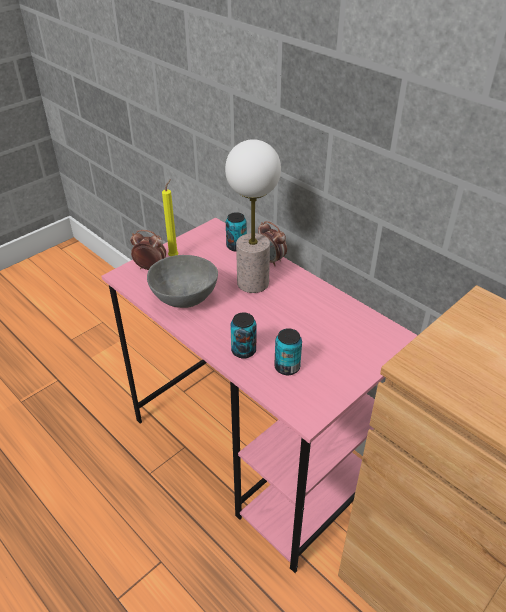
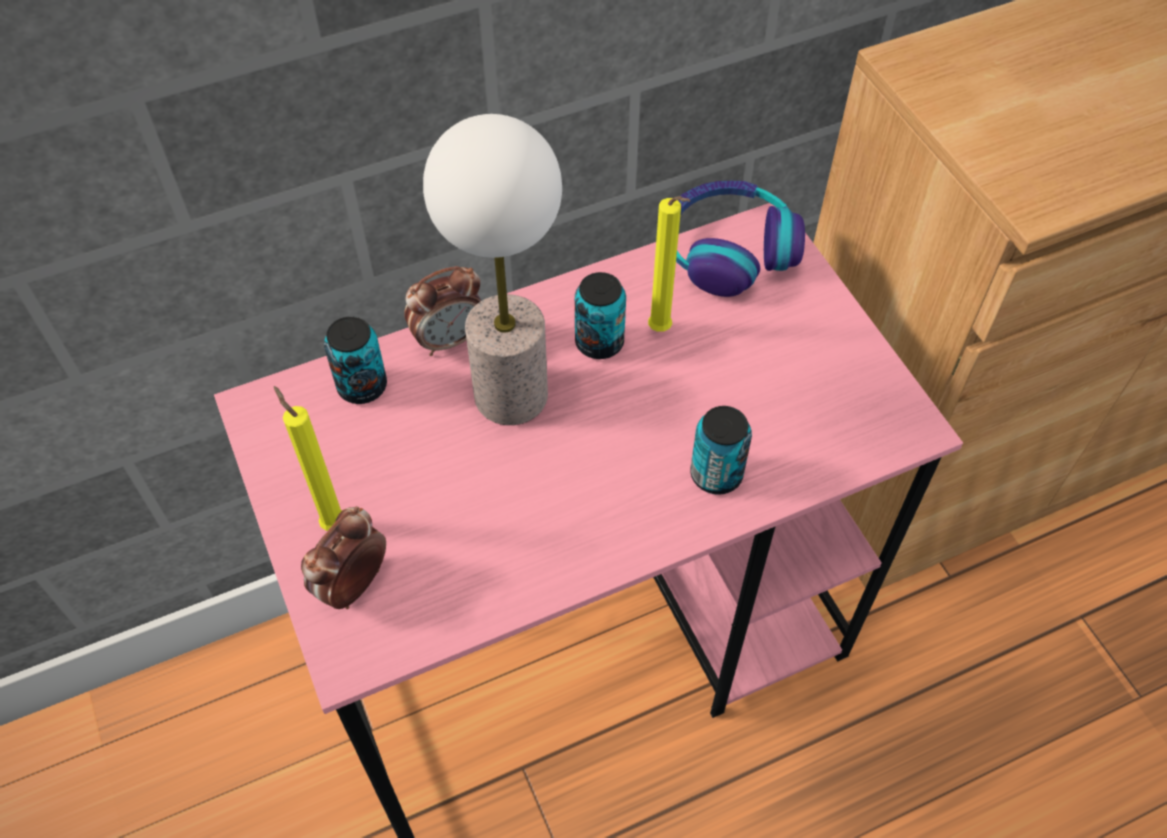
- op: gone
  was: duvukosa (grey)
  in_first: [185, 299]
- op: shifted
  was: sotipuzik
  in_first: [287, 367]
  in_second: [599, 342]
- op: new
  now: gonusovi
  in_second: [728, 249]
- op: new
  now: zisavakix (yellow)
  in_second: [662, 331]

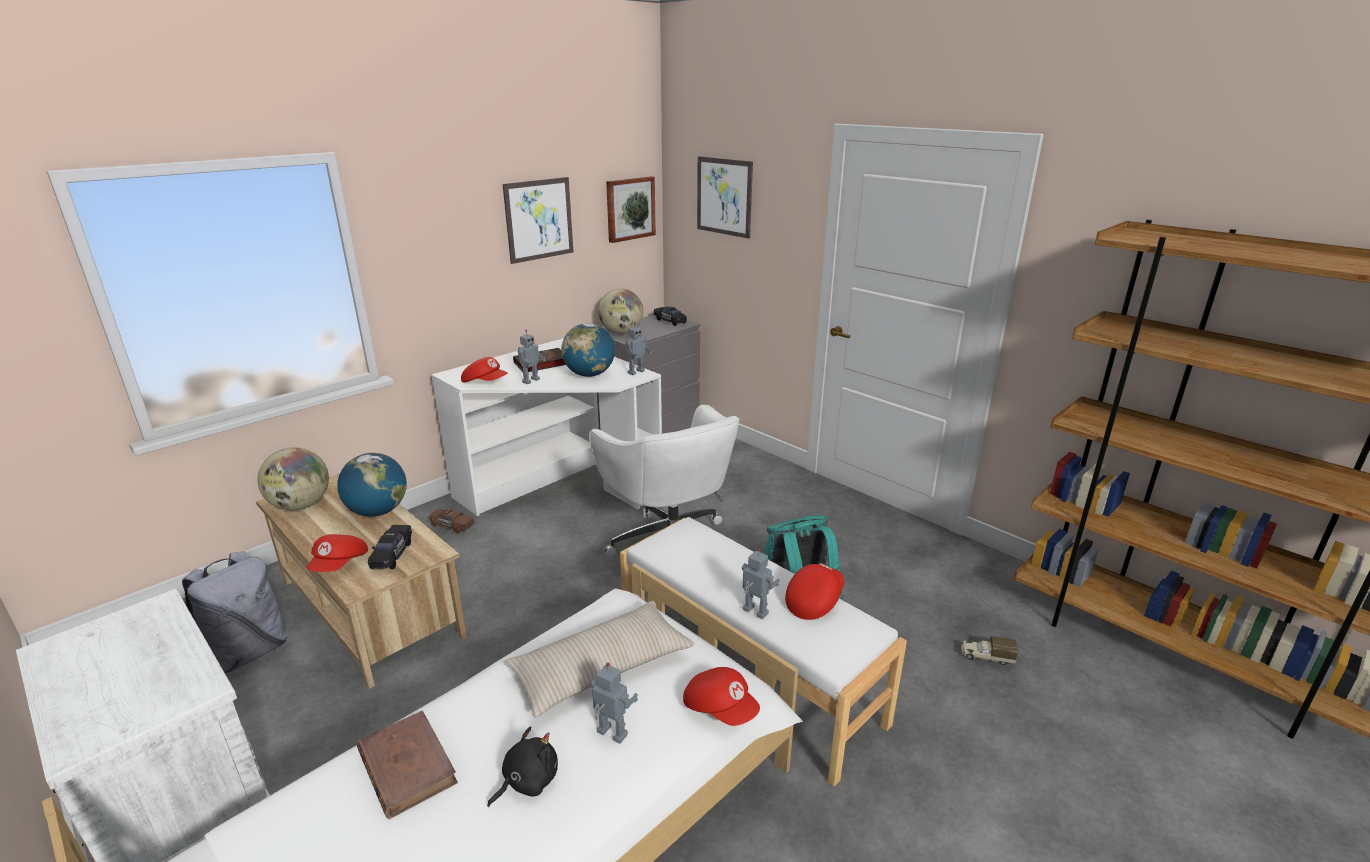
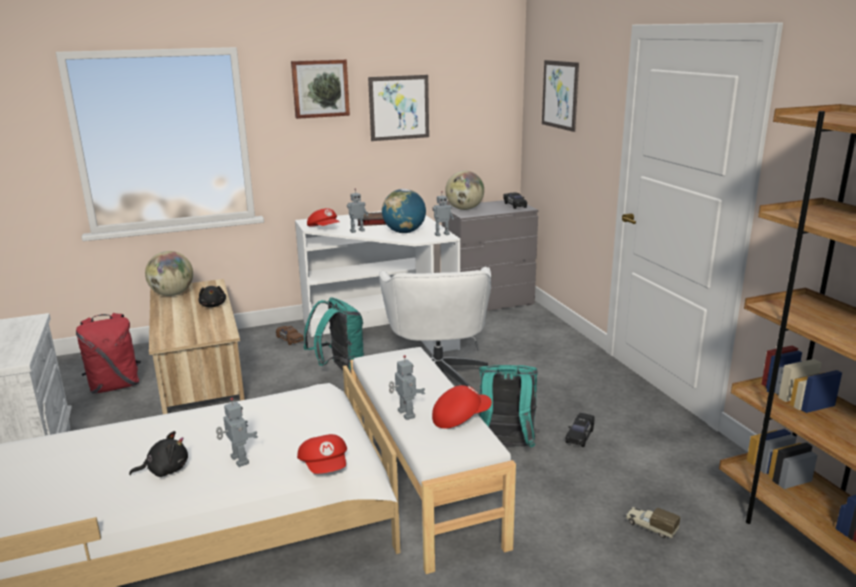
- op: shifted
  was: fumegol
  in_first: [630, 208]
  in_second: [320, 88]
- op: swapped
  was: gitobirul
  now: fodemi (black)
  in_first: [378, 511]
  in_second: [213, 305]
- op: shifted
  was: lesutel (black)
  in_first: [392, 555]
  in_second: [580, 436]
- op: gone
  was: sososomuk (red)
  in_first: [340, 565]
- op: repainted
  was: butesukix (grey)
  now: butesukix (red)
  in_first: [249, 651]
  in_second: [115, 386]
- op: gone
  was: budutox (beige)
  in_first: [601, 668]
- op: gone
  was: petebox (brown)
  in_first: [407, 766]
- op: new
  now: butesukix (turquoise)
  in_second: [339, 368]

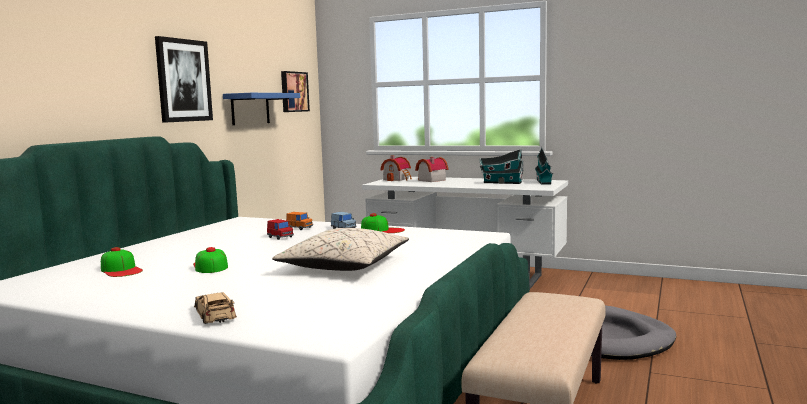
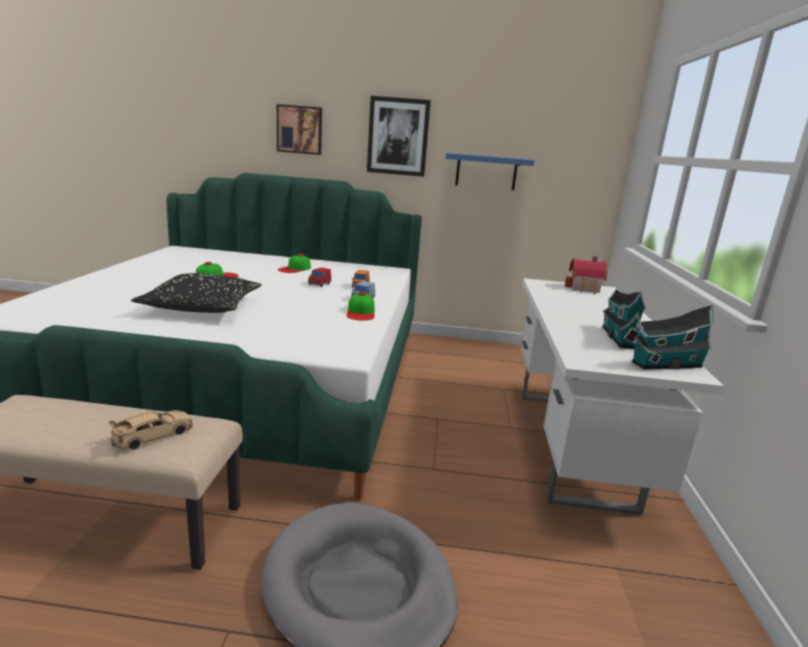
- op: shifted
  was: fumegol
  in_first: [293, 92]
  in_second: [300, 129]
- op: gone
  was: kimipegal
  in_first: [430, 180]
- op: repainted
  was: budutox (beige)
  now: budutox (black)
  in_first: [344, 266]
  in_second: [202, 307]
- op: shifted
  was: sososomuk
  in_first: [121, 270]
  in_second: [295, 269]
- op: shifted
  was: lesutel (beige)
  in_first: [215, 314]
  in_second: [153, 435]

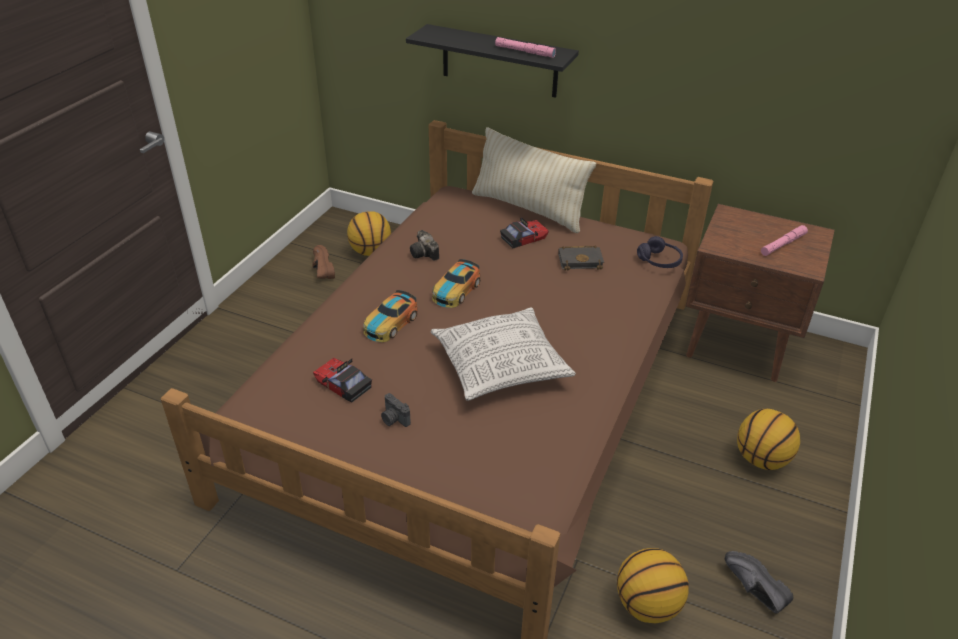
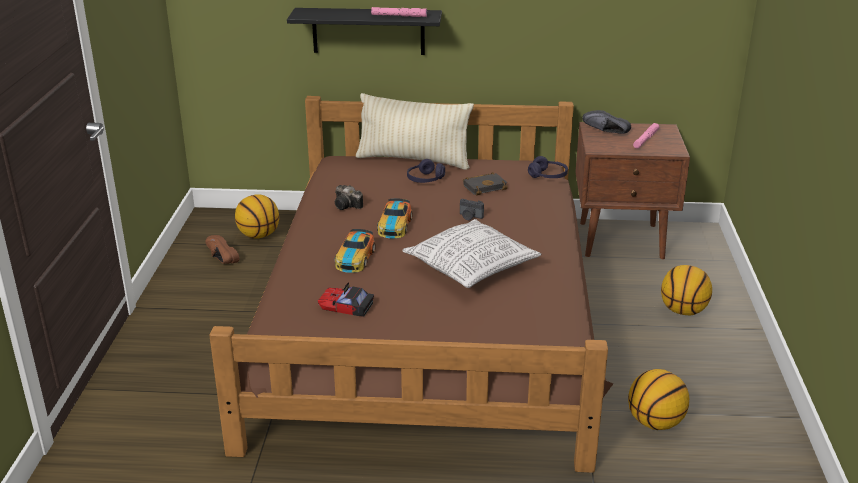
- op: swapped
  was: lesutel
  now: gonusovi (purple)
  in_first: [523, 237]
  in_second: [425, 179]
- op: shifted
  was: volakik
  in_first: [394, 419]
  in_second: [470, 217]
- op: shifted
  was: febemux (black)
  in_first: [752, 591]
  in_second: [605, 132]

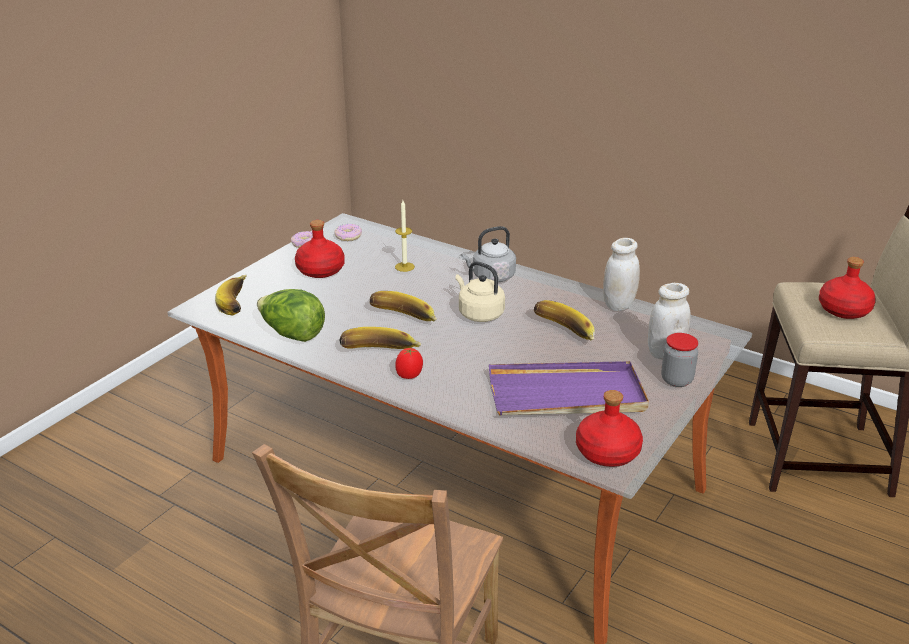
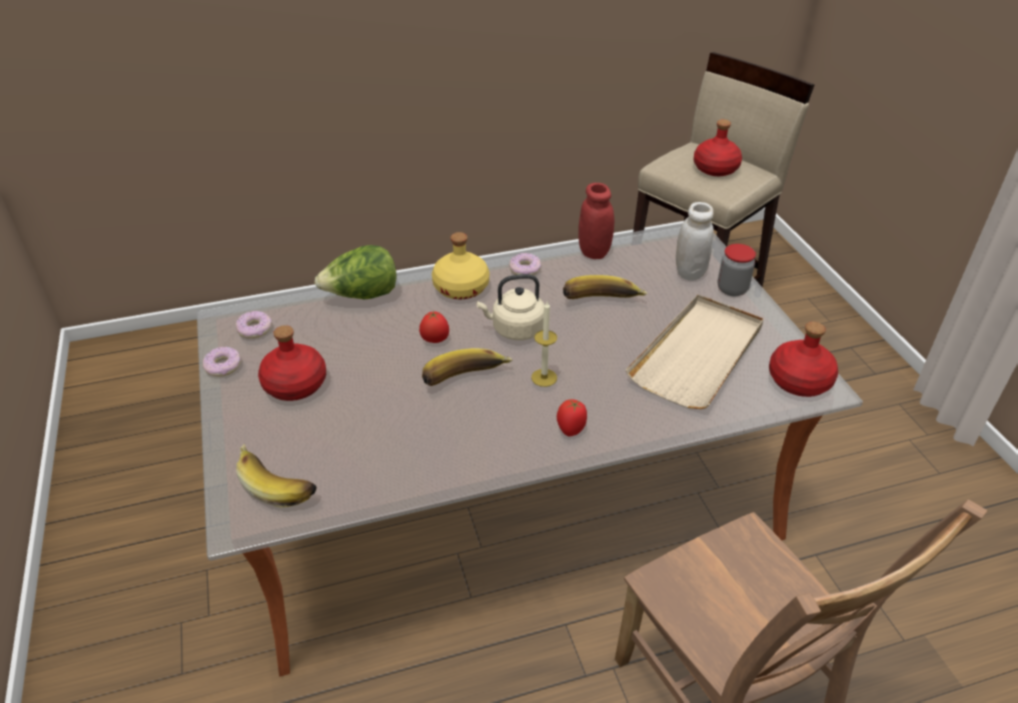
- op: shifted
  was: zisavakix
  in_first: [404, 267]
  in_second: [544, 377]
- op: swapped
  was: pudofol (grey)
  now: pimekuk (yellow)
  in_first: [491, 277]
  in_second: [461, 288]
- op: repainted
  was: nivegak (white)
  now: nivegak (red)
  in_first: [619, 305]
  in_second: [594, 252]
- op: shifted
  was: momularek
  in_first: [292, 334]
  in_second: [362, 296]
- op: gone
  was: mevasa
  in_first: [379, 353]
- op: repainted
  was: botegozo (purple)
  now: botegozo (beige)
  in_first: [567, 395]
  in_second: [698, 354]
- op: new
  now: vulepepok
  in_second: [525, 269]
- op: new
  now: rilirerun
  in_second: [435, 340]

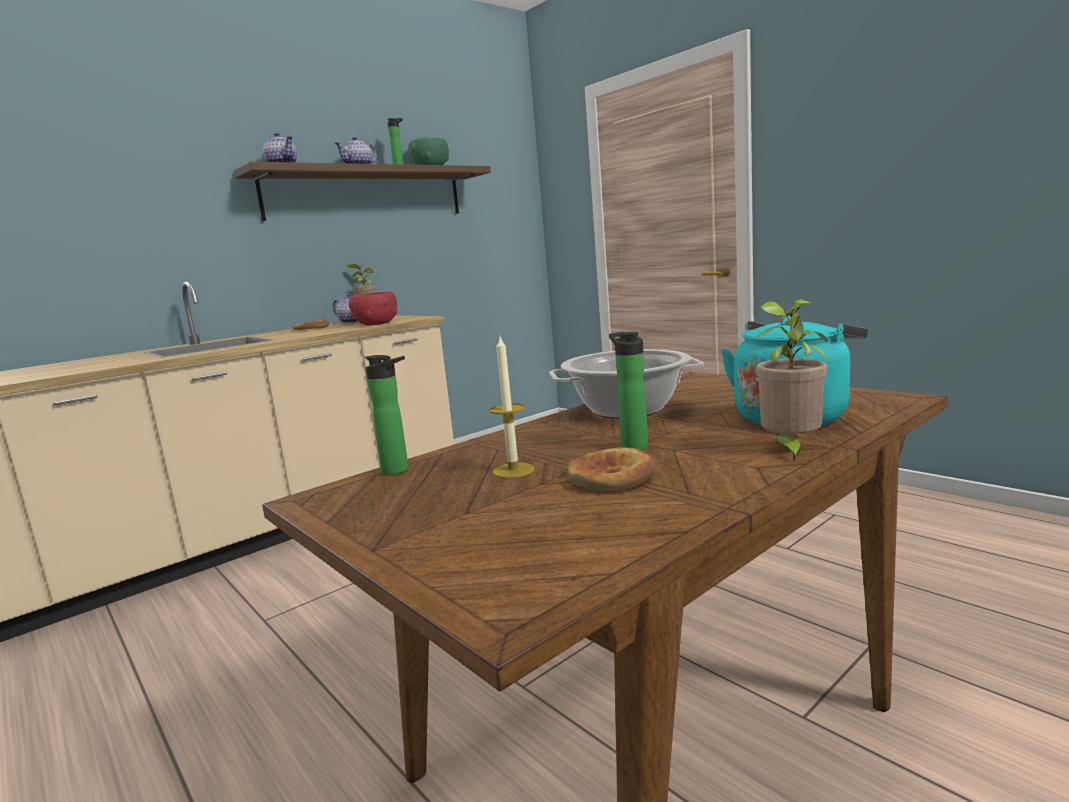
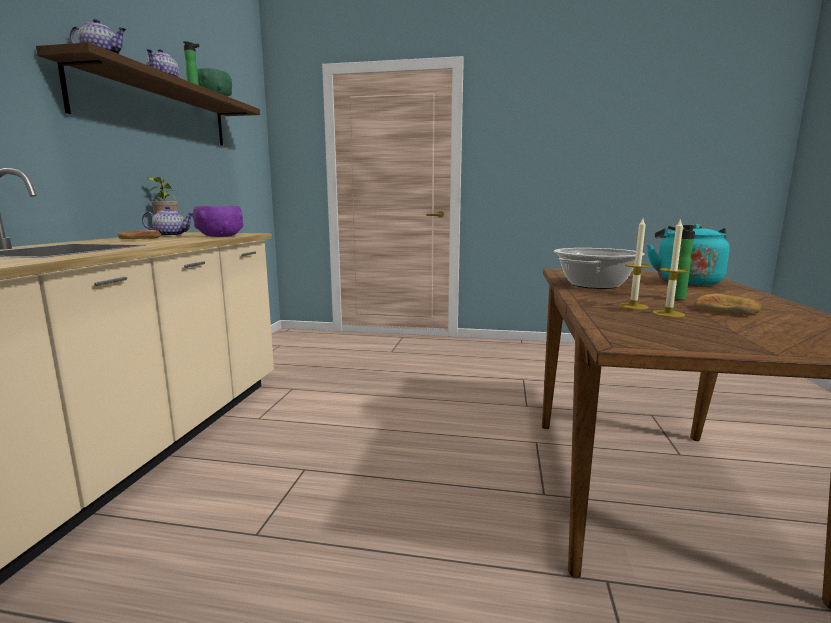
- op: repainted
  was: duvukosa (red)
  now: duvukosa (purple)
  in_first: [375, 324]
  in_second: [220, 236]
- op: gone
  was: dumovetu
  in_first: [790, 450]
- op: gone
  was: pimekuk
  in_first: [399, 470]
- op: new
  now: zisavakix
  in_second: [633, 306]

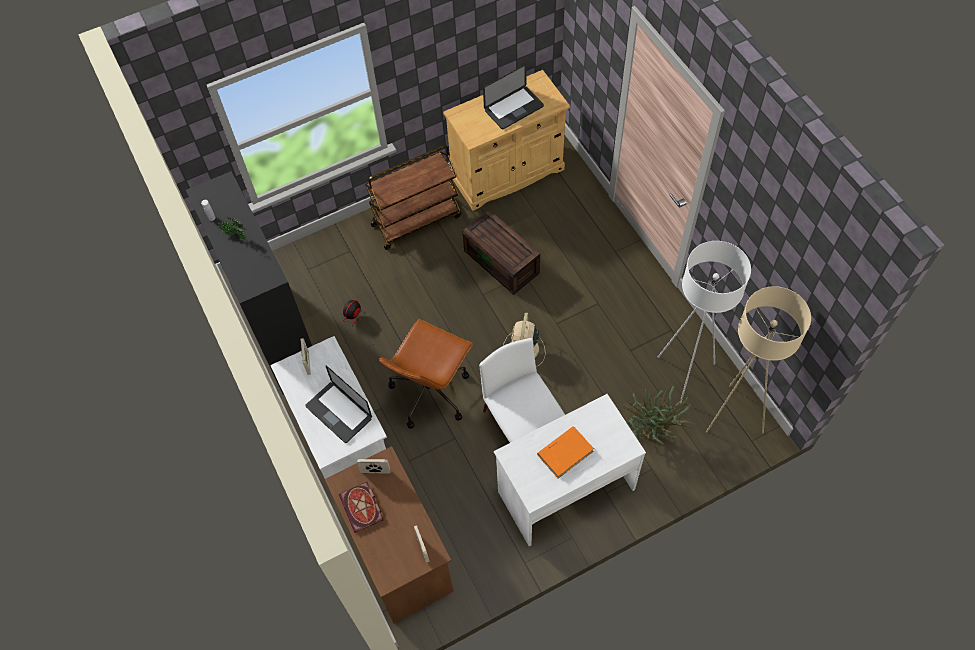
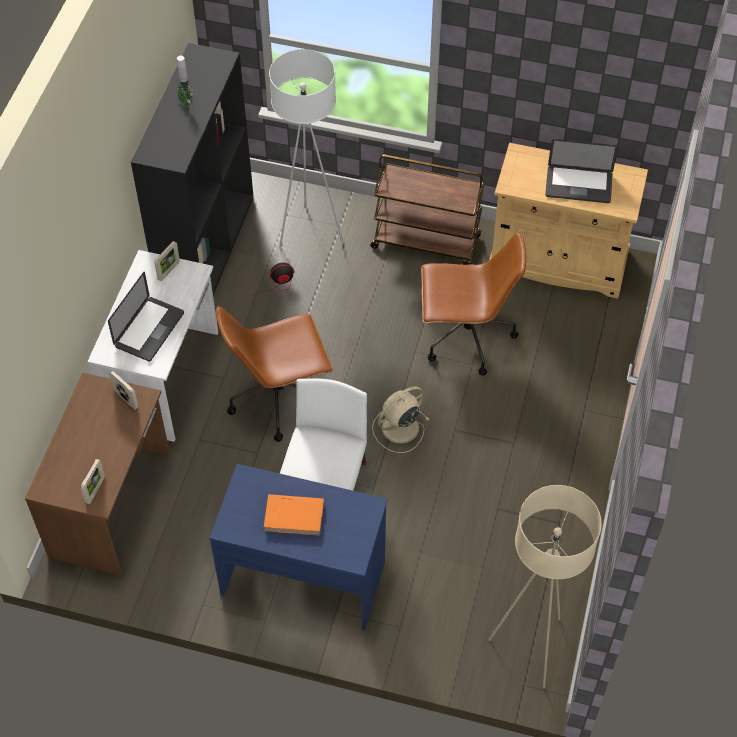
- op: swapped
  was: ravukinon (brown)
  now: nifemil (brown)
  in_first: [503, 262]
  in_second: [465, 337]
- op: shifted
  was: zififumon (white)
  in_first: [685, 374]
  in_second: [310, 233]
- op: rotated
  was: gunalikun
  in_first: [339, 412]
  in_second: [149, 330]
  clockwise: -150
- op: gone
  was: dumovetu
  in_first: [652, 435]
- op: repainted
  was: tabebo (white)
  now: tabebo (blue)
  in_first: [565, 489]
  in_second: [303, 576]
- op: gone
  was: petebox
  in_first: [362, 508]

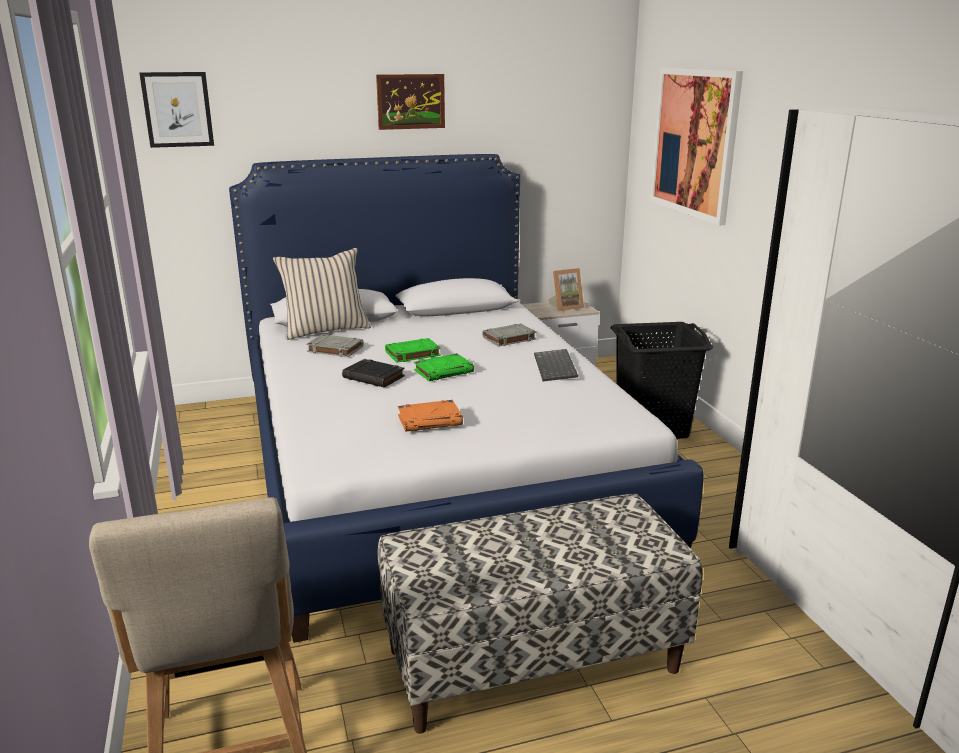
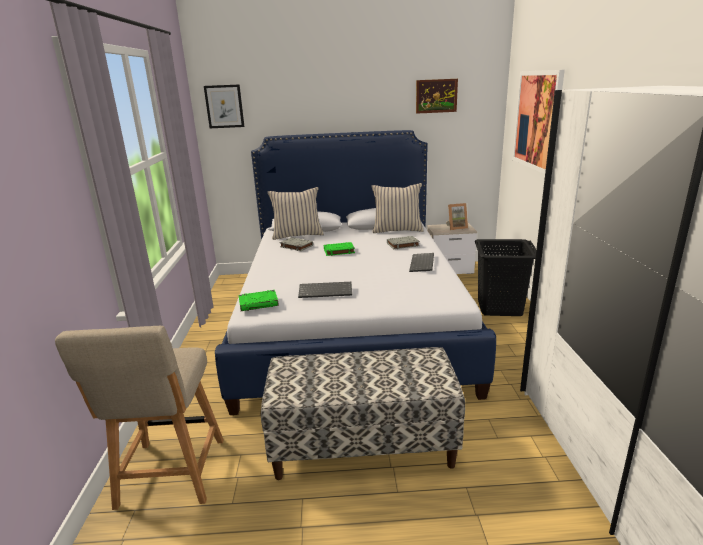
- op: shifted
  was: fumegol
  in_first: [411, 101]
  in_second: [436, 96]
- op: shifted
  was: petebox (green)
  in_first: [444, 371]
  in_second: [259, 303]
- op: gone
  was: petebox (black)
  in_first: [374, 377]
- op: swapped
  was: petebox (orange)
  now: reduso
  in_first: [430, 420]
  in_second: [326, 291]
- op: new
  now: budutox (beige)
  in_second: [397, 230]

